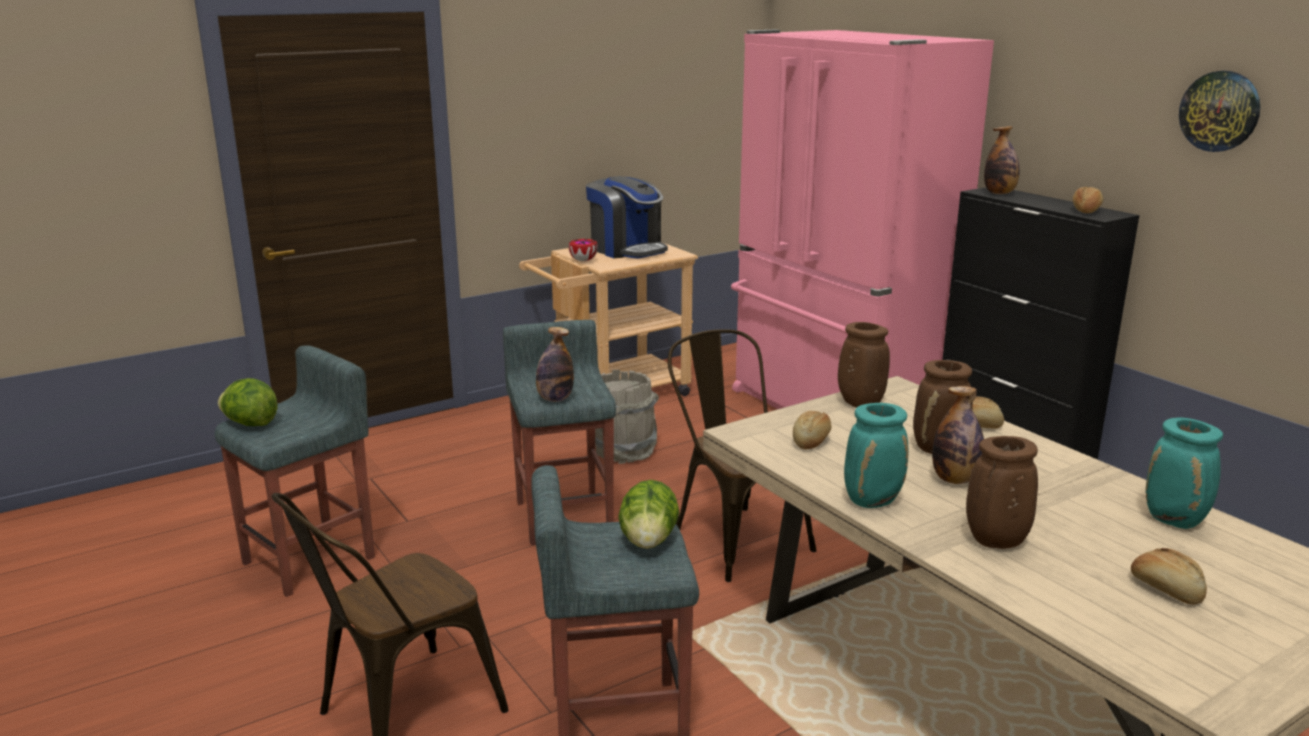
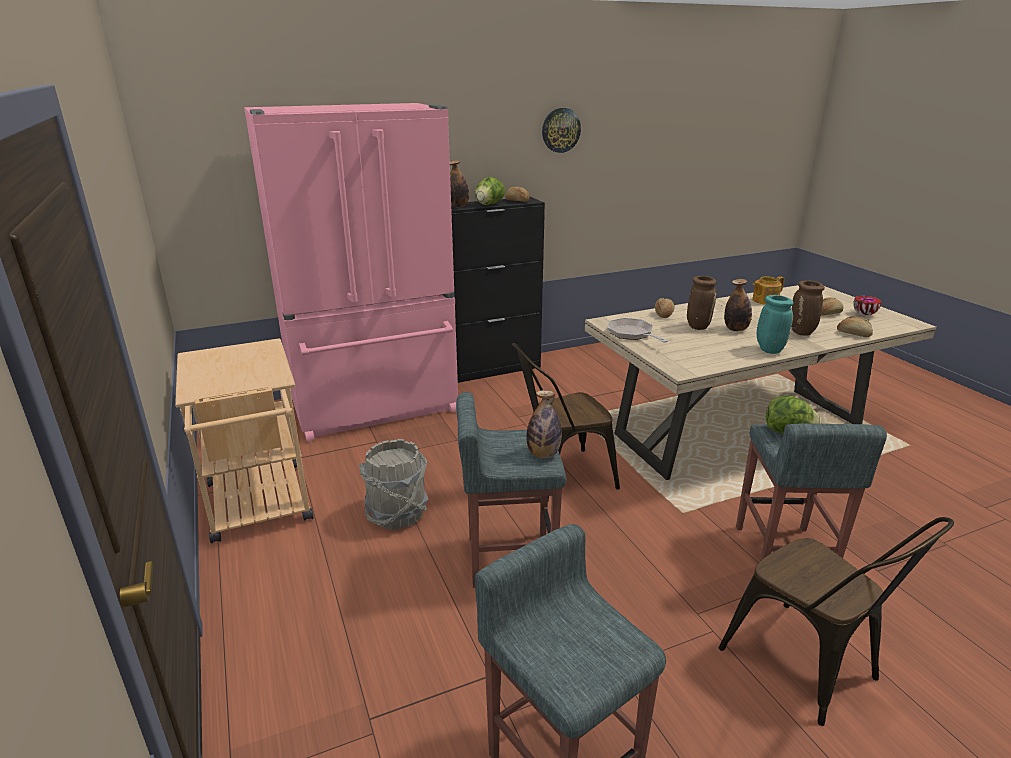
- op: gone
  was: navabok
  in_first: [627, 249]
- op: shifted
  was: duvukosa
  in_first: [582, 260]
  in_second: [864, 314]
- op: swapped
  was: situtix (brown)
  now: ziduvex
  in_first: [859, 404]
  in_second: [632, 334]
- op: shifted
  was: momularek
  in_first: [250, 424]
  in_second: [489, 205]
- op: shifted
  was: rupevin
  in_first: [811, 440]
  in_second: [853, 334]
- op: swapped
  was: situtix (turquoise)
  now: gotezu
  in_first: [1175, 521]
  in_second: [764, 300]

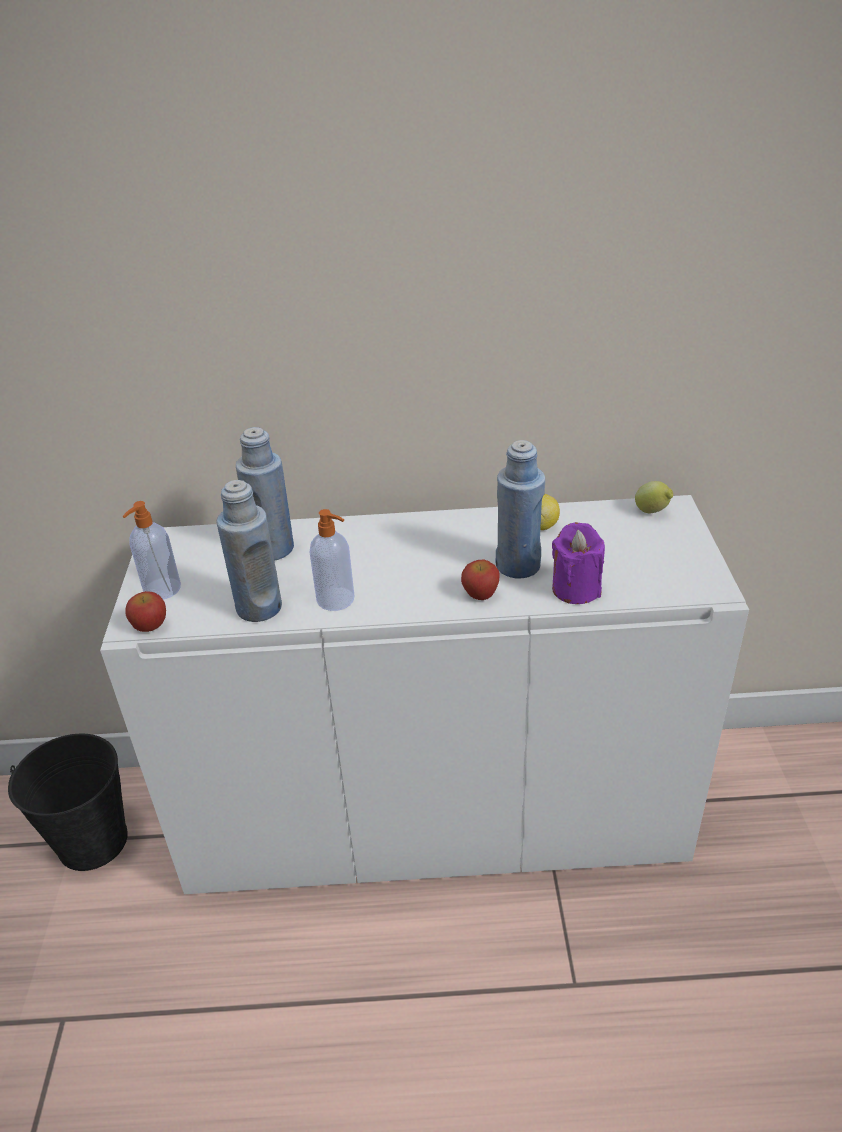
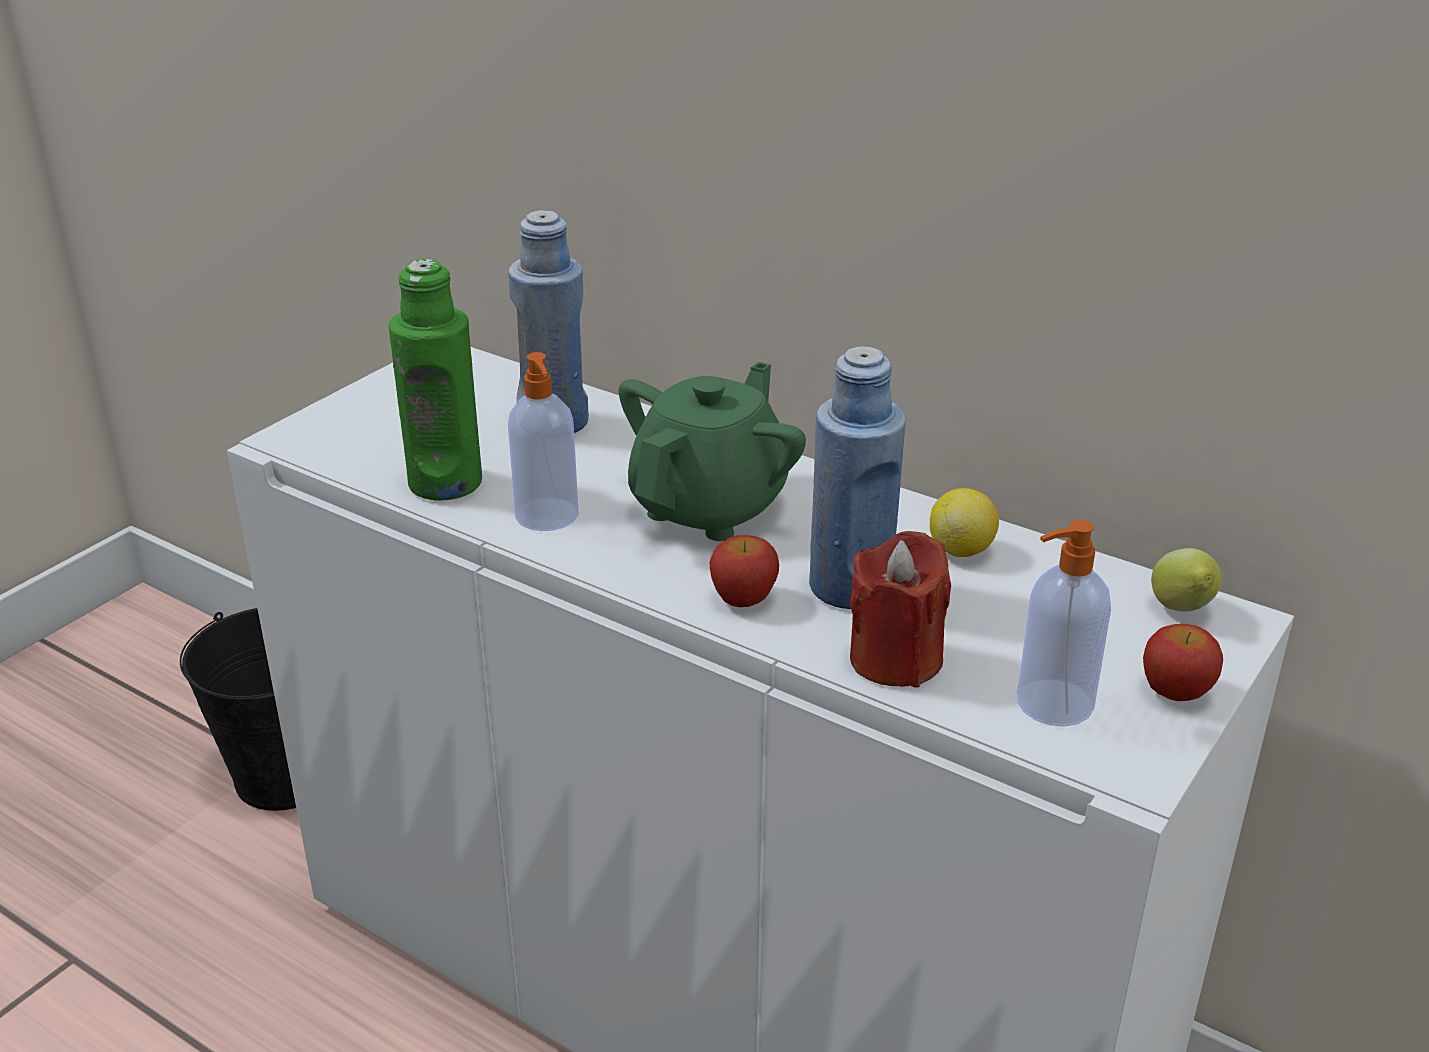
- op: repainted
  was: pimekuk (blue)
  now: pimekuk (green)
  in_first: [259, 607]
  in_second: [445, 482]
- op: shifted
  was: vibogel
  in_first: [161, 590]
  in_second: [1052, 704]
- op: repainted
  was: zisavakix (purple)
  now: zisavakix (red)
  in_first: [576, 589]
  in_second: [895, 659]
- op: shifted
  was: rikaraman
  in_first: [150, 626]
  in_second: [1176, 691]
- op: new
  now: gotezu (green)
  in_second: [710, 507]

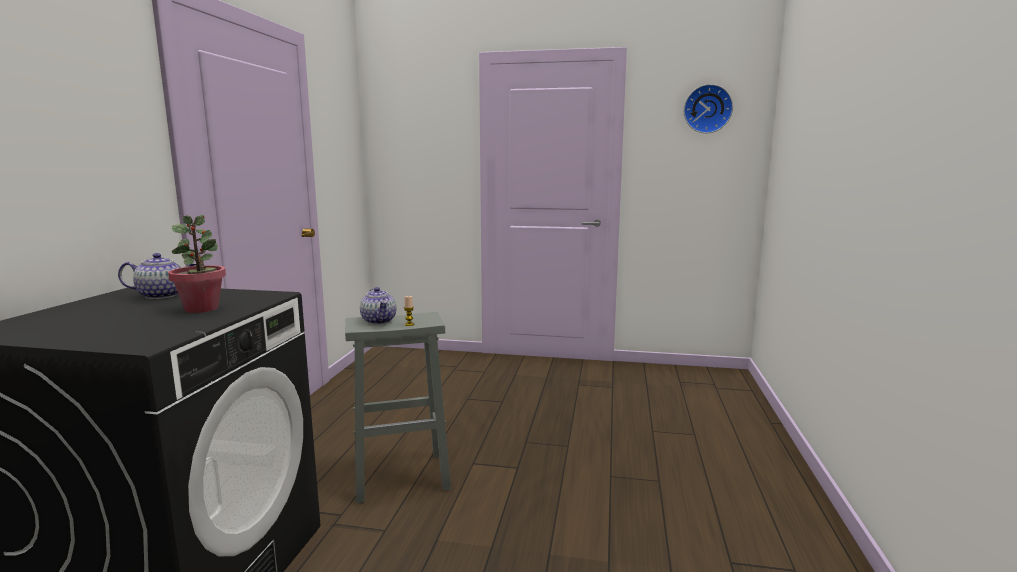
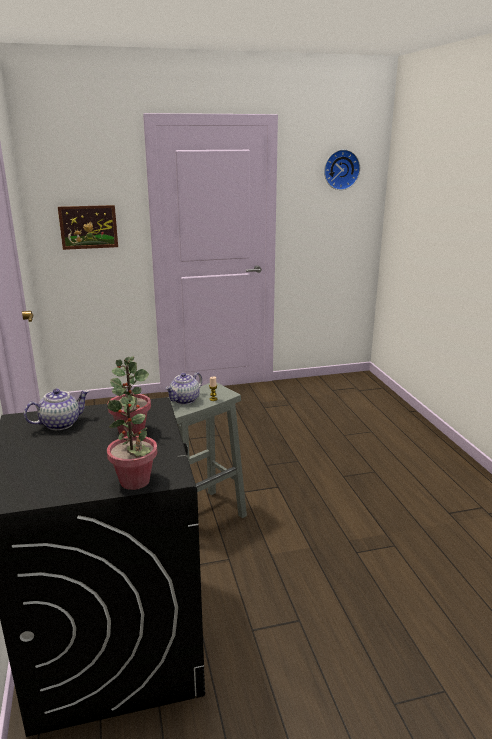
- op: rotated
  was: gotezu
  in_first: [379, 321]
  in_second: [185, 400]
  clockwise: 90
- op: new
  now: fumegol
  in_second: [88, 227]
- op: new
  now: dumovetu
  in_second: [135, 481]

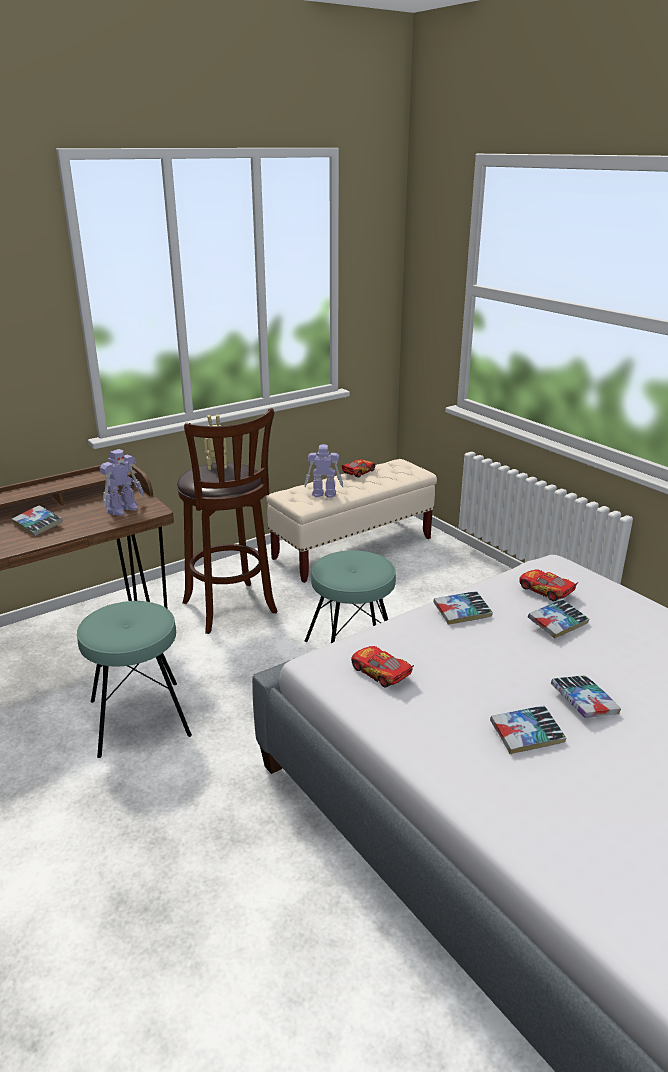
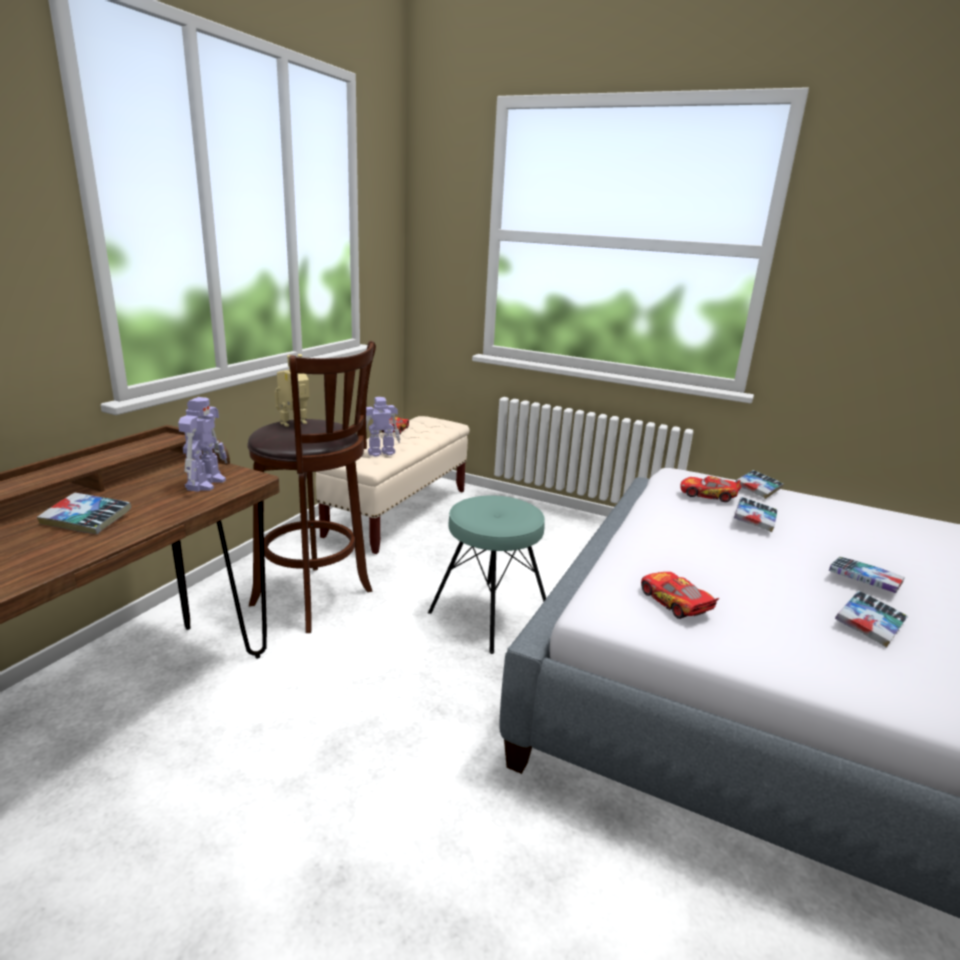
- op: shifted
  was: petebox
  in_first: [462, 612]
  in_second: [758, 488]
- op: gone
  was: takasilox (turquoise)
  in_first: [139, 718]
- op: rotated
  was: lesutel
  in_first: [380, 672]
  in_second: [674, 602]
  clockwise: 45

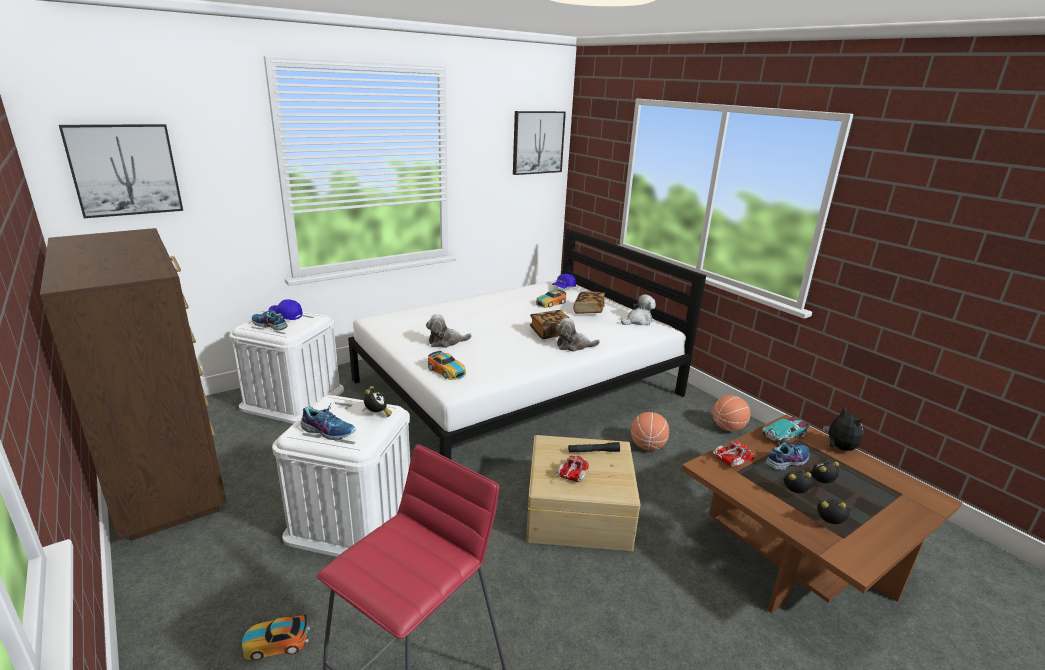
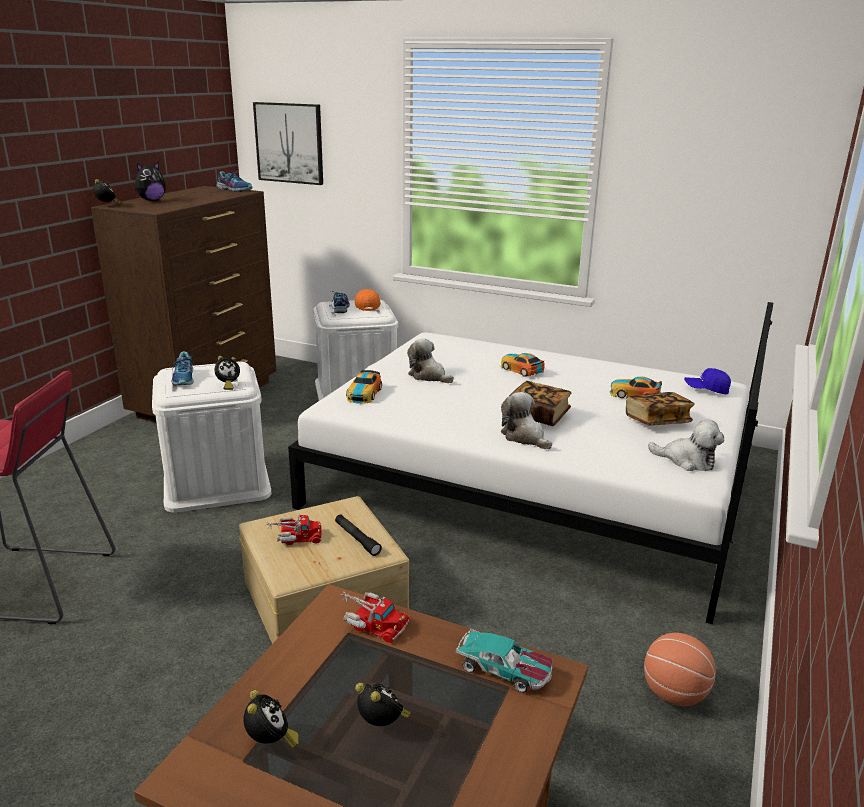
- op: gone
  was: fumegol
  in_first: [538, 142]
- op: repainted
  was: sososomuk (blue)
  now: sososomuk (orange)
  in_first: [286, 315]
  in_second: [367, 306]
- op: shifted
  was: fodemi
  in_first: [839, 448]
  in_second: [151, 200]
- op: gone
  was: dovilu
  in_first: [647, 446]
- op: shifted
  was: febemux
  in_first: [786, 461]
  in_second: [235, 190]
- op: shifted
  was: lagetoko
  in_first: [794, 493]
  in_second: [108, 205]
- op: shifted
  was: lesutel
  in_first: [276, 642]
  in_second: [521, 369]

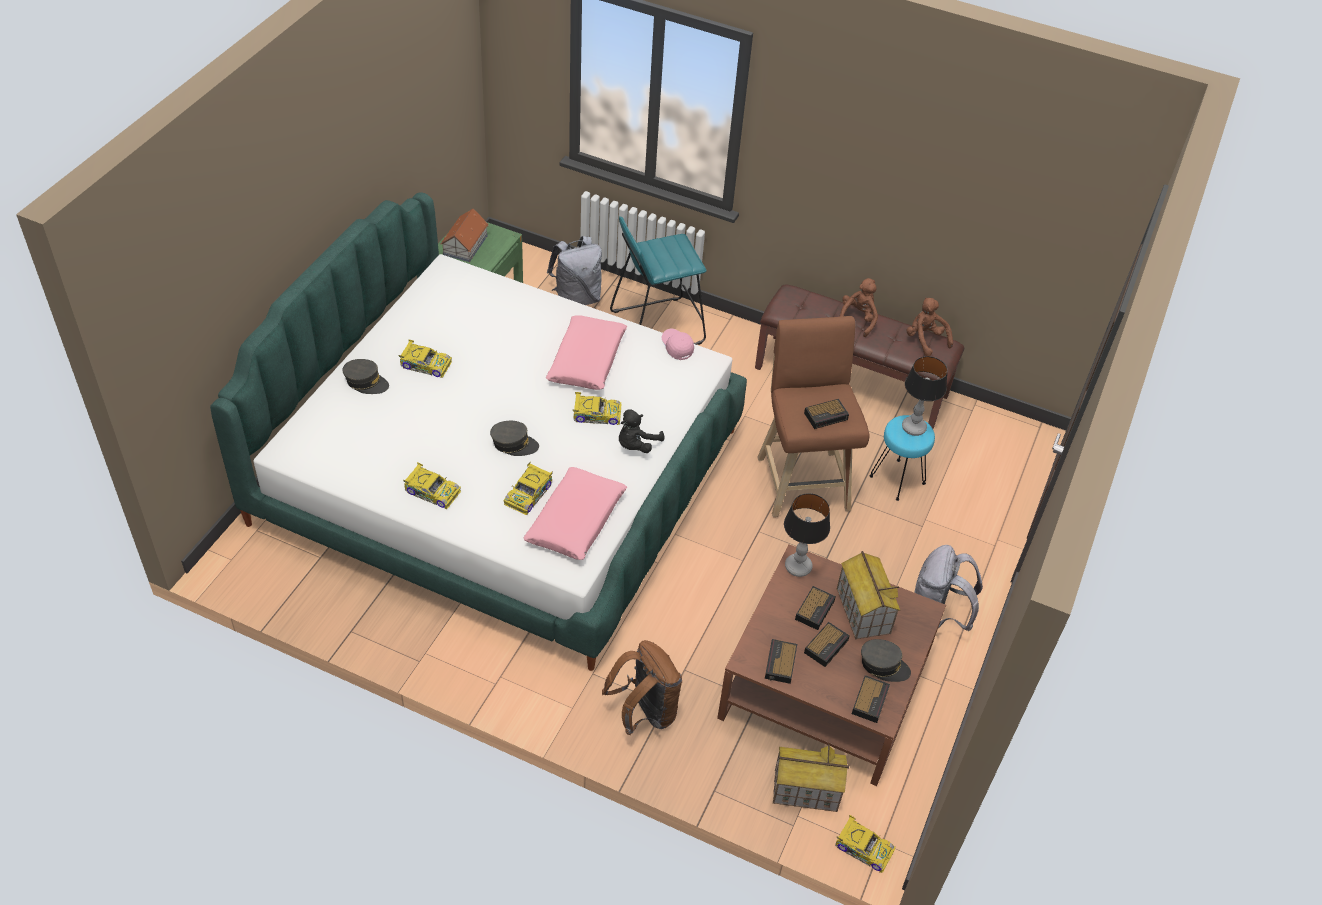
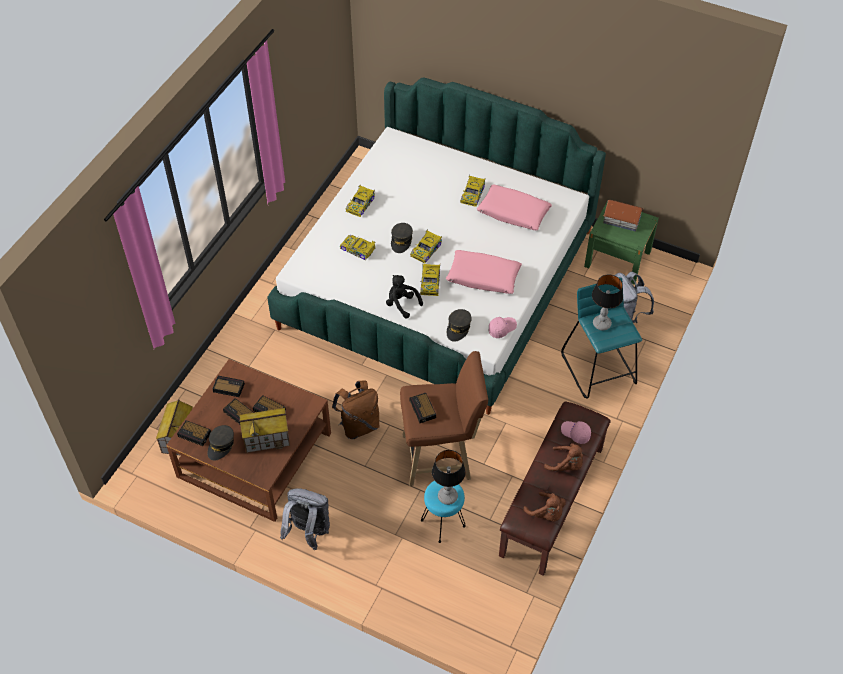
- op: rotated
  was: fodemi (brown)
  in_first: [925, 340]
  in_second: [546, 514]
  clockwise: 75
- op: shifted
  was: sososomuk (grey)
  in_first: [366, 382]
  in_second: [458, 328]
- op: shifted
  was: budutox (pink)
  in_first: [576, 521]
  in_second: [513, 213]
- op: shifted
  was: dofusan
  in_first: [798, 567]
  in_second: [601, 324]
- op: shifted
  was: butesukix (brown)
  in_first: [644, 713]
  in_second: [359, 425]
- op: shifted
  was: lesutel
  in_first: [863, 847]
  in_second: [426, 250]
- op: new
  now: sososomuk (pink)
  in_second: [575, 434]

